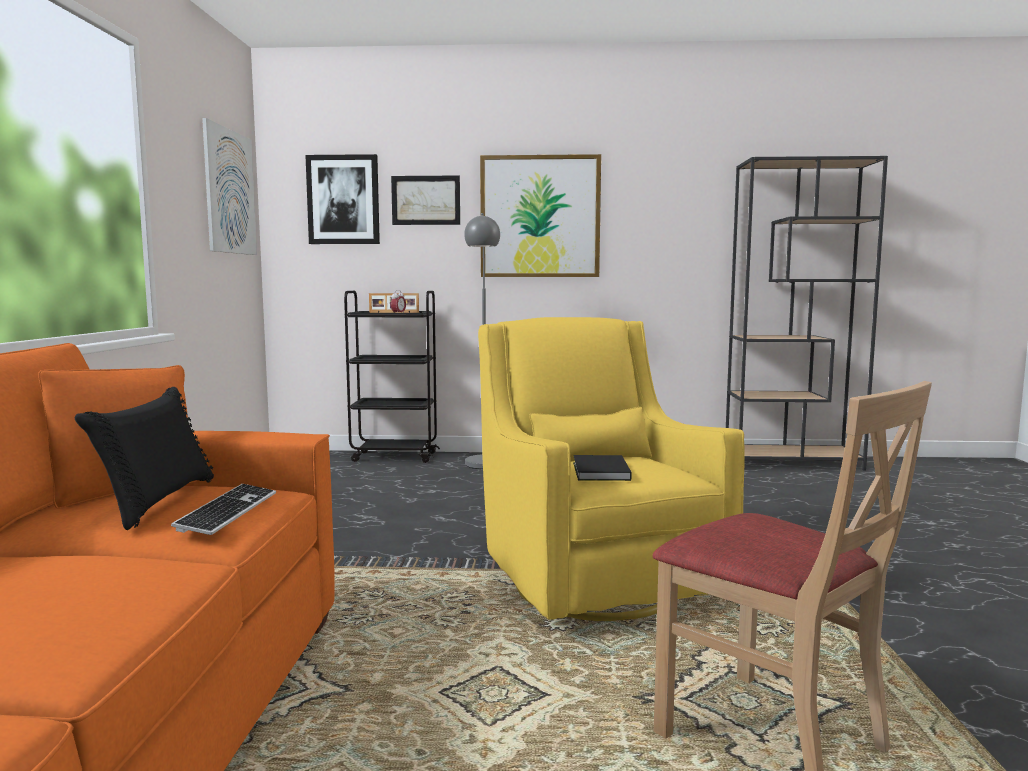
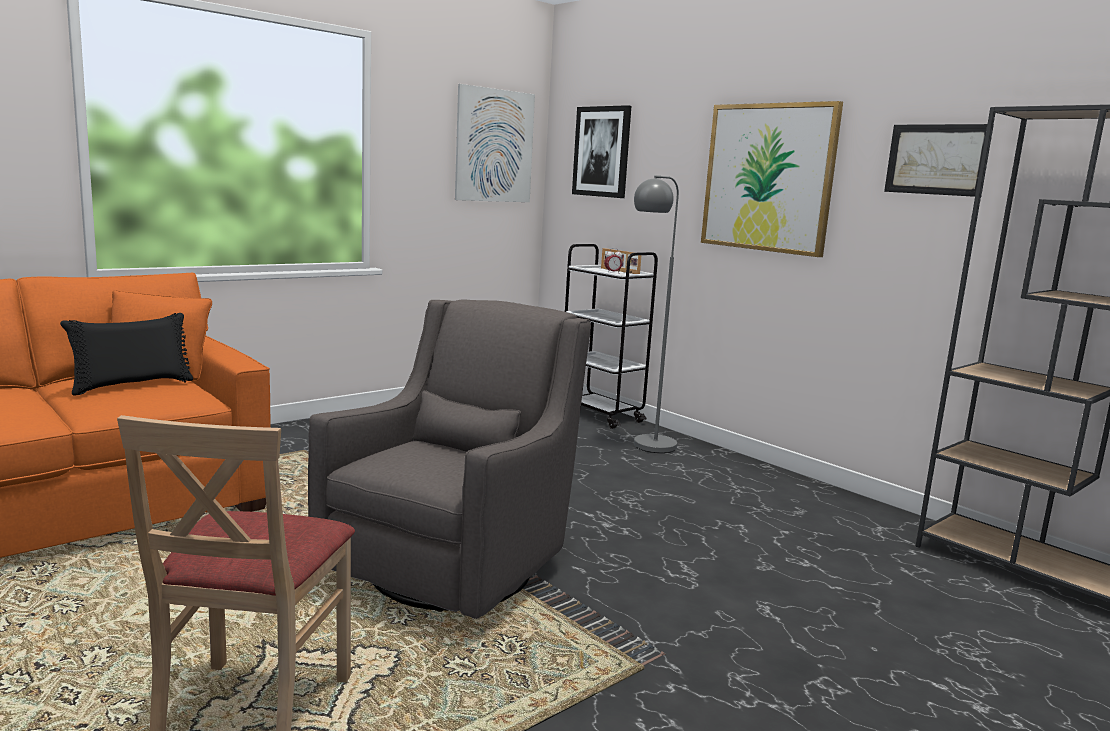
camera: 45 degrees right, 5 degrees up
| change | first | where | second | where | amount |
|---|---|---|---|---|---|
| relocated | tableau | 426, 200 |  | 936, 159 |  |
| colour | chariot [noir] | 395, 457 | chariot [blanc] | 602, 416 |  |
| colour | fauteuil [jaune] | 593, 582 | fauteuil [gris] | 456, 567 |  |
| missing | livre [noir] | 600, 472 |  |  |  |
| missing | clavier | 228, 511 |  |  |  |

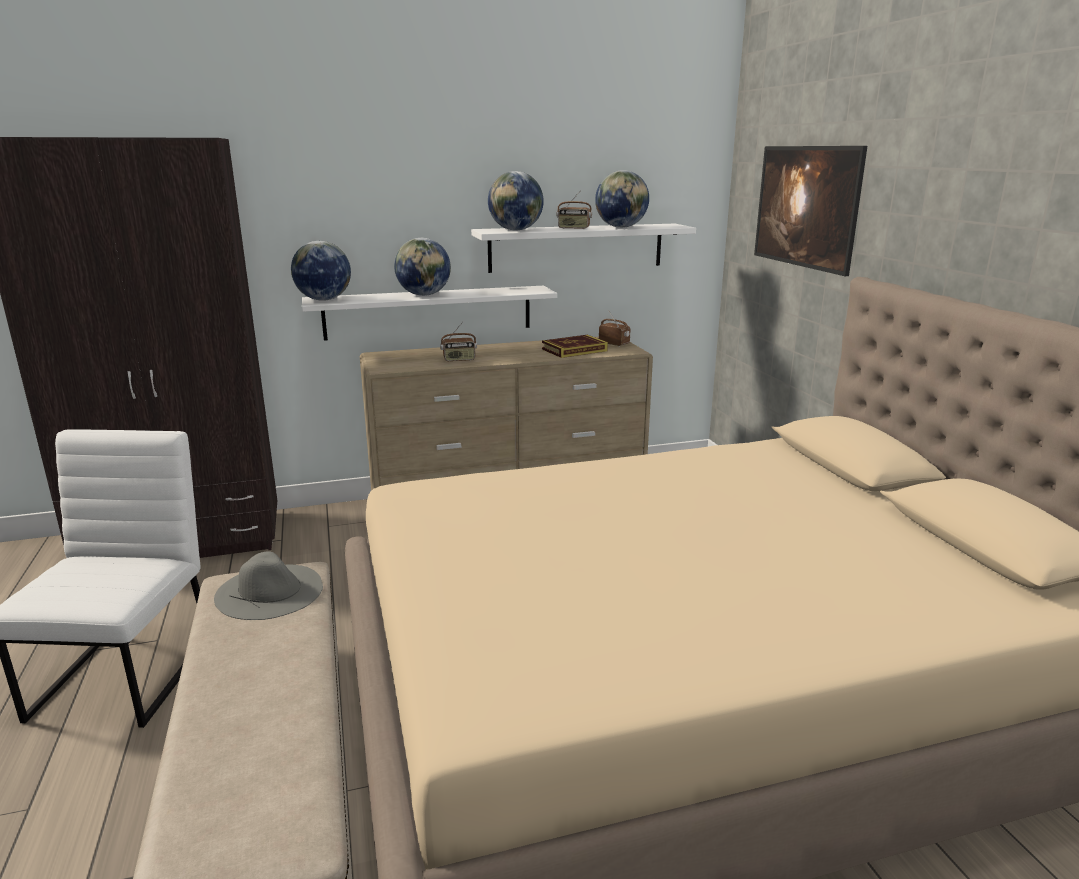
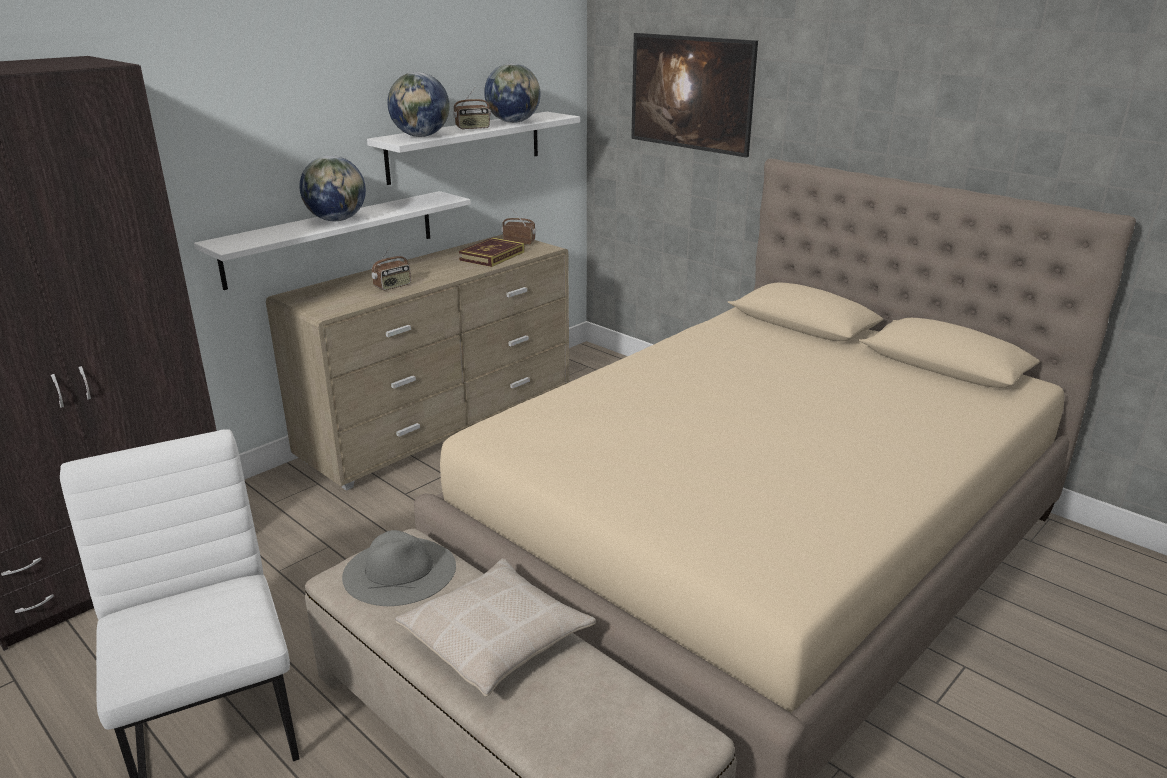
camera: 30 degrees left, 5 degrees up
| change | first | where | second | where | amount |
|---|---|---|---|---|---|
| missing | globe | 323, 300 |  |  |  |
| appeared |  |  | coussin [beige] | 496, 638 |  |

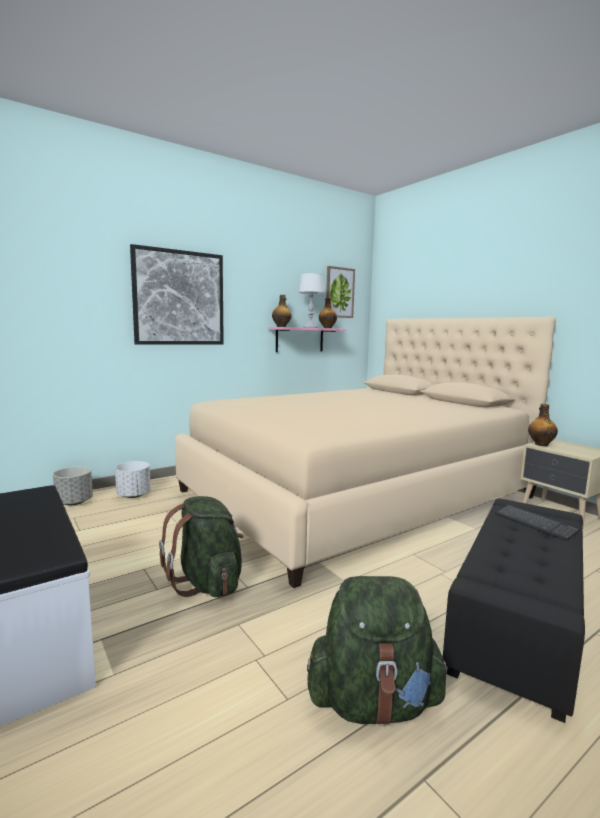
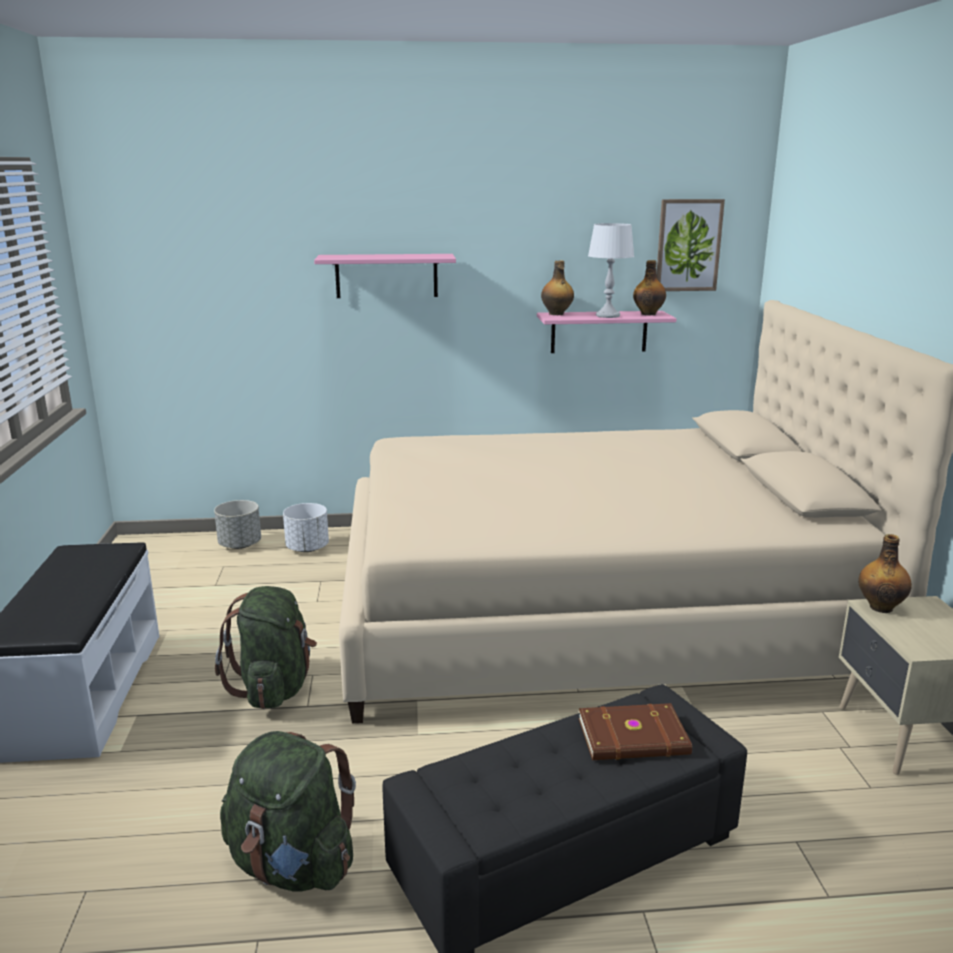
camera: 30 degrees right, 10 degrees up
| change | first | where | second | where | amount |
|---|---|---|---|---|---|
| exchanged | tableau | 179, 298 | étagère [rose] | 386, 276 |  |
| exchanged | clavier | 535, 523 | livre [marron] | 634, 738 |  |

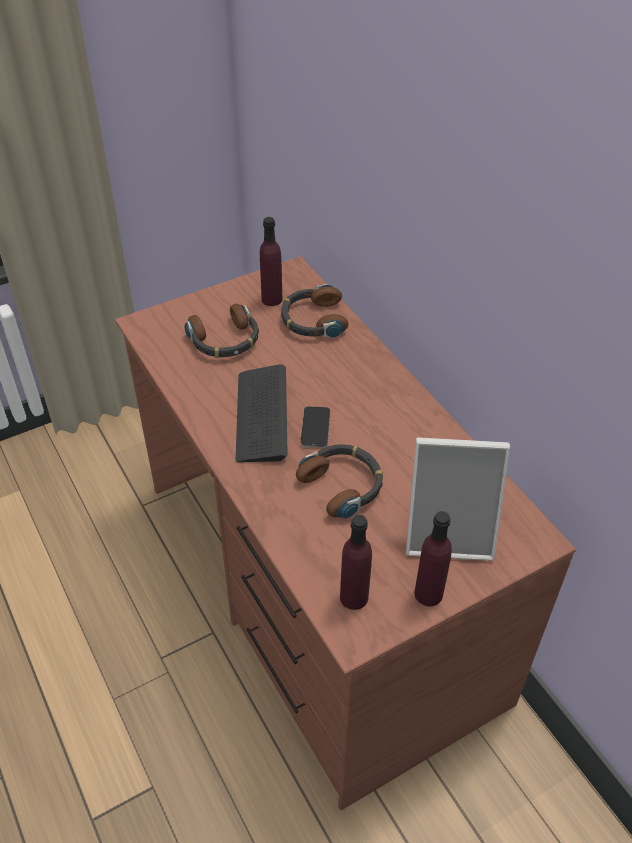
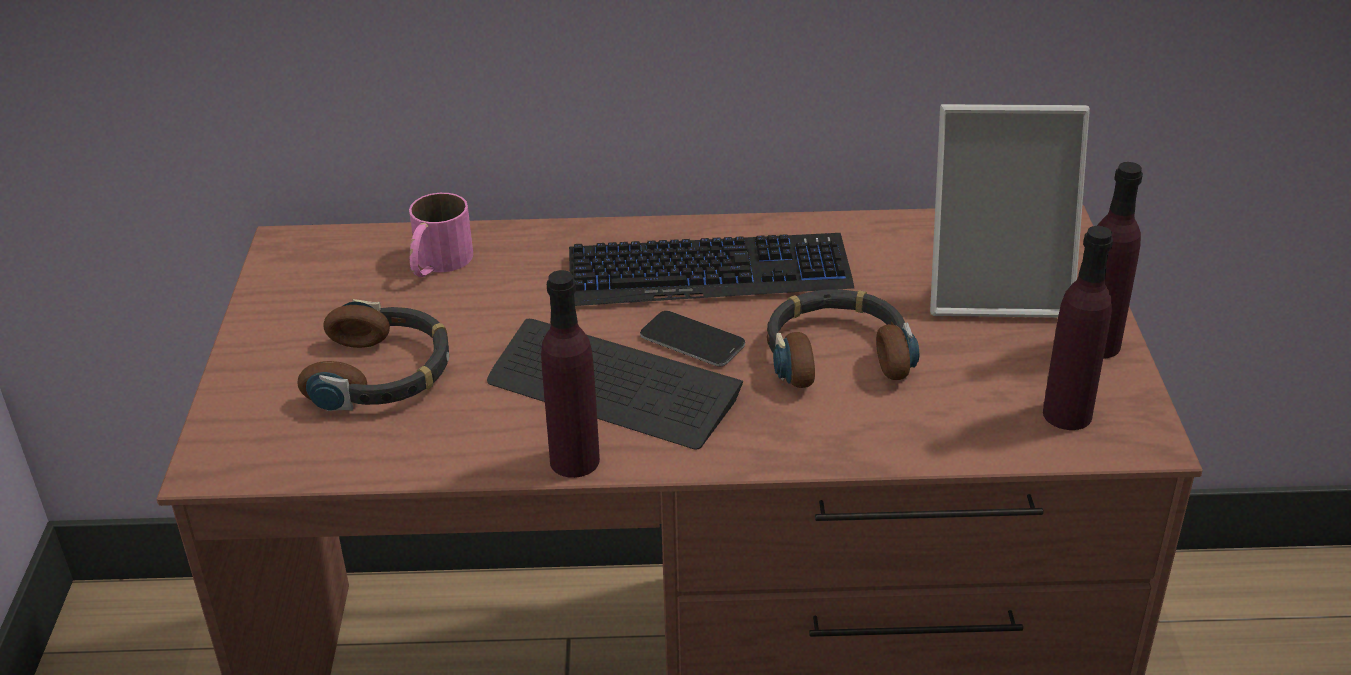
camera: 60 degrees left, 10 degrees down
| change | first | where | second | where | amount |
|---|---|---|---|---|---|
| relocated | bouteille [violet] | 272, 299 |  | 574, 460 |  |
| exchanged | casque audio | 313, 320 | mug [rose] | 437, 264 |  |
| spun | cadre photo | 449, 533 |  | 997, 289 | 60 degrees clockwise |
| appeared |  |  | clavier | 709, 273 |  |

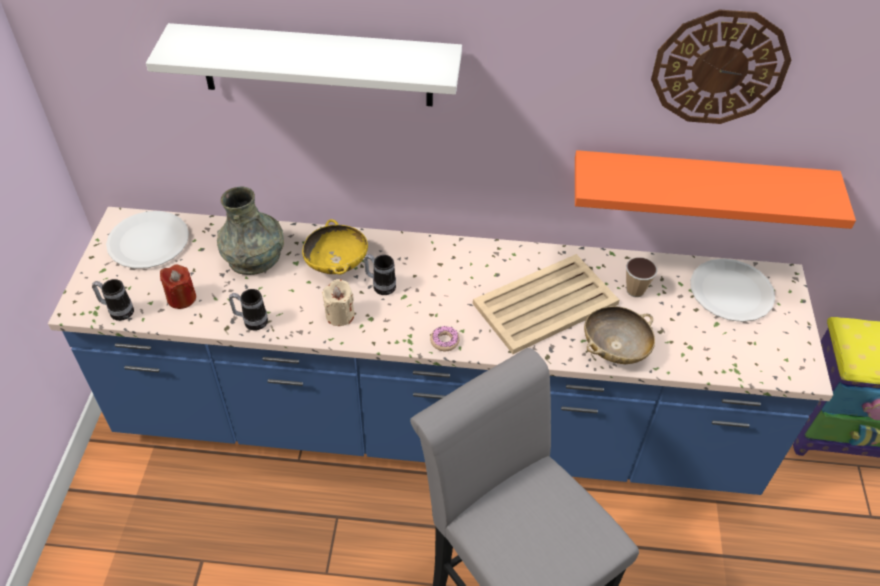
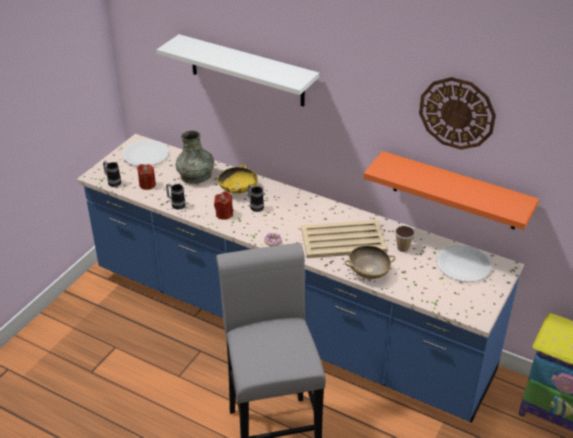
camera: 25 degrees right, 10 degrees down
| change | first | where | second | where | amount |
|---|---|---|---|---|---|
| colour | bougie [beige] | 340, 315 | bougie [rouge] | 224, 214 |  |

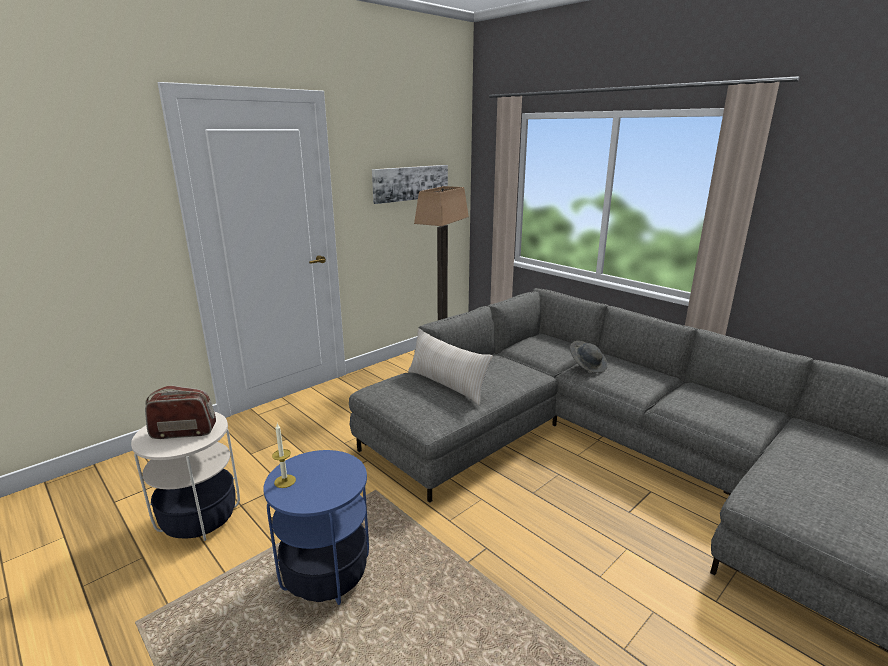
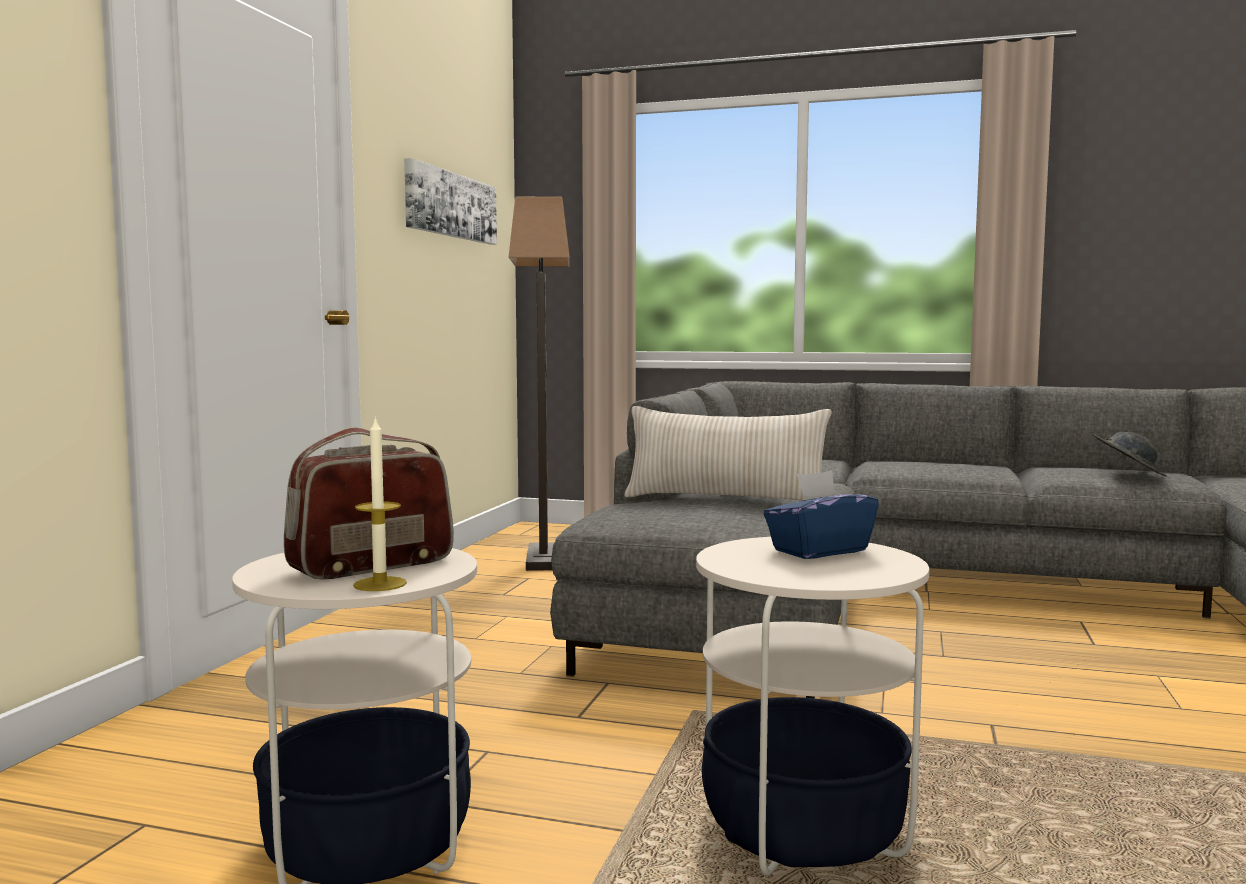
camera: 30 degrees left, 15 degrees down
| change | first | where | second | where | amount |
|---|---|---|---|---|---|
| relocated | chapeau [gris] | 587, 366 |  | 1127, 474 |  |
| relocated | bougie | 285, 481 |  | 380, 584 |  |
| colour | table d'appoint [bleu] | 326, 576 | table d'appoint [beige] | 804, 834 |  |
| appeared |  |  | boîte à mouchoirs [bleu] | 819, 550 |  |

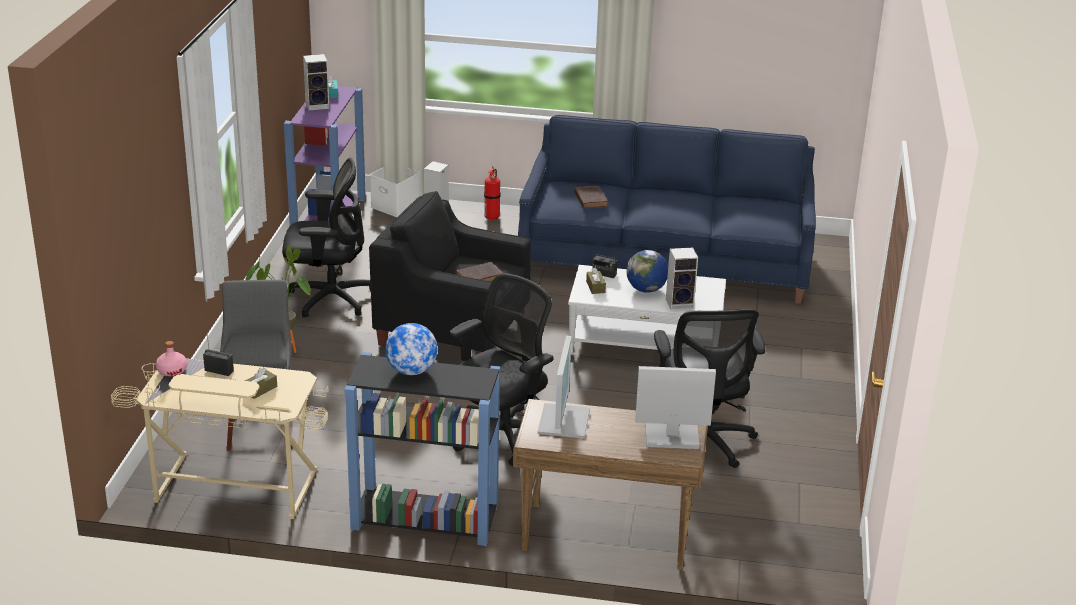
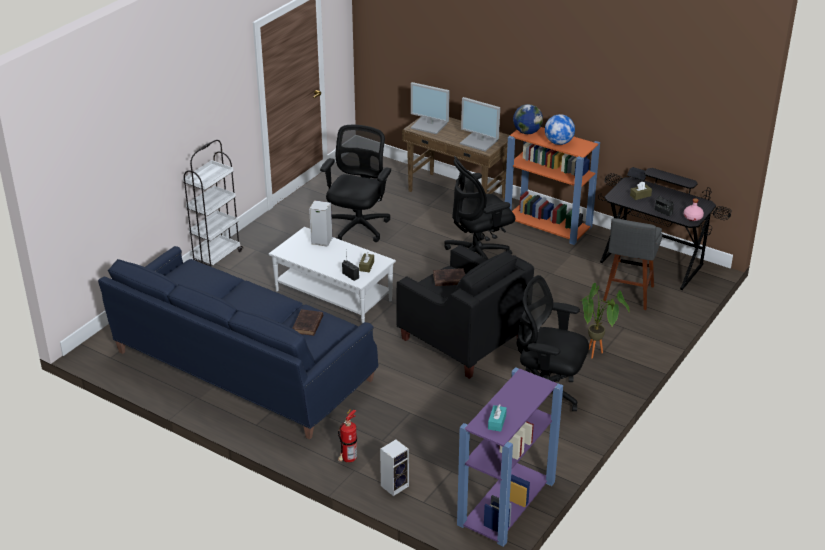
camera: 155 degrees left, 5 degrees up
| change | first | where | second | where | amount |
|---|---|---|---|---|---|
| missing | enceinte | 318, 105 |  |  |  |
| missing | boîte de rangement [blanc] | 394, 206 |  |  |  |
| relocated | globe | 646, 290 |  | 527, 132 |  |
| spun | écran d'ordinateur | 563, 420 |  | 479, 142 | 90 degrees counterclockwise |
| colour | bibliothèque [noir] | 424, 516 | bibliothèque [orange] | 548, 224 |  |
| colour | bureau [beige] | 234, 488 | bureau [noir] | 653, 262 |  |
| appeared |  |  | chariot [blanc] | 217, 259 |  |

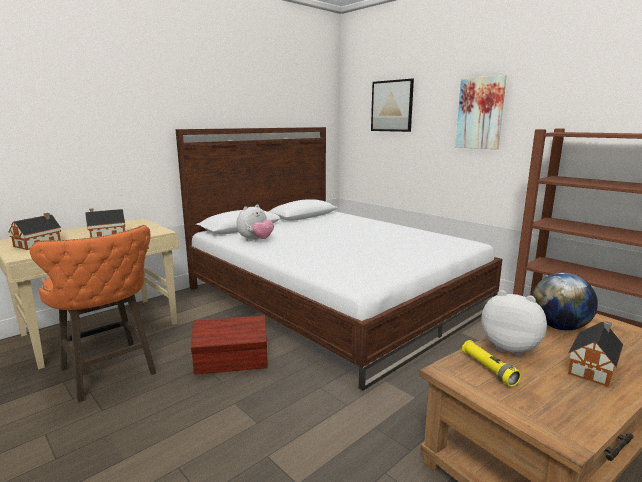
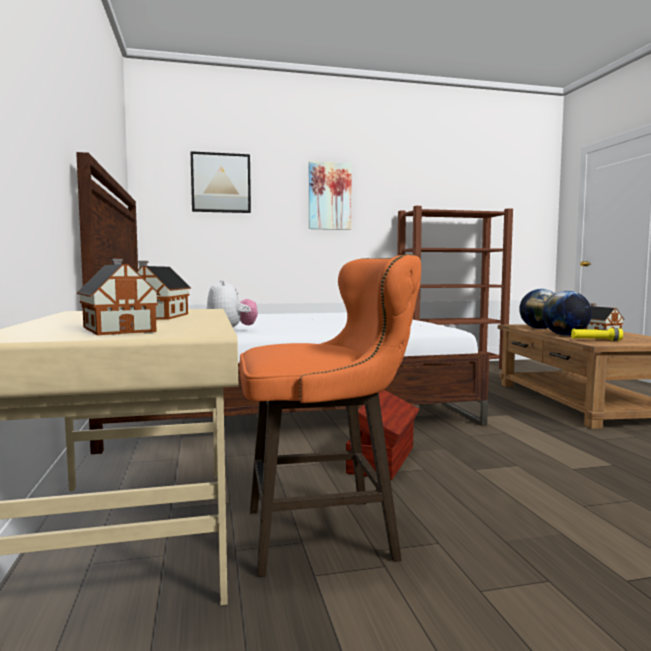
camera: 60 degrees left, 10 degrees down
| change | first | where | second | where | amount |
|---|---|---|---|---|---|
| exchanged | peluche | 510, 347 | globe | 565, 335 |  |

